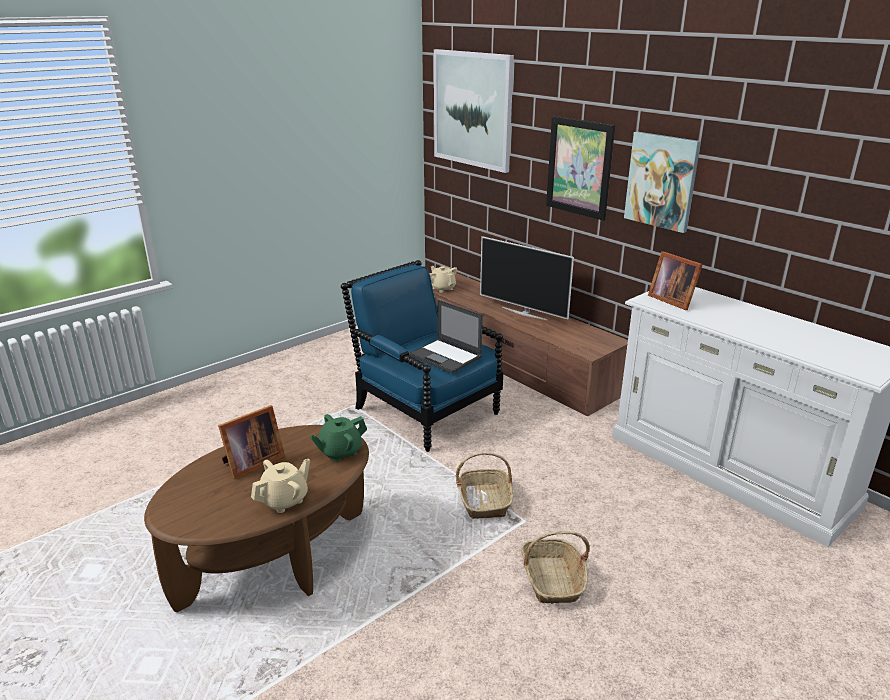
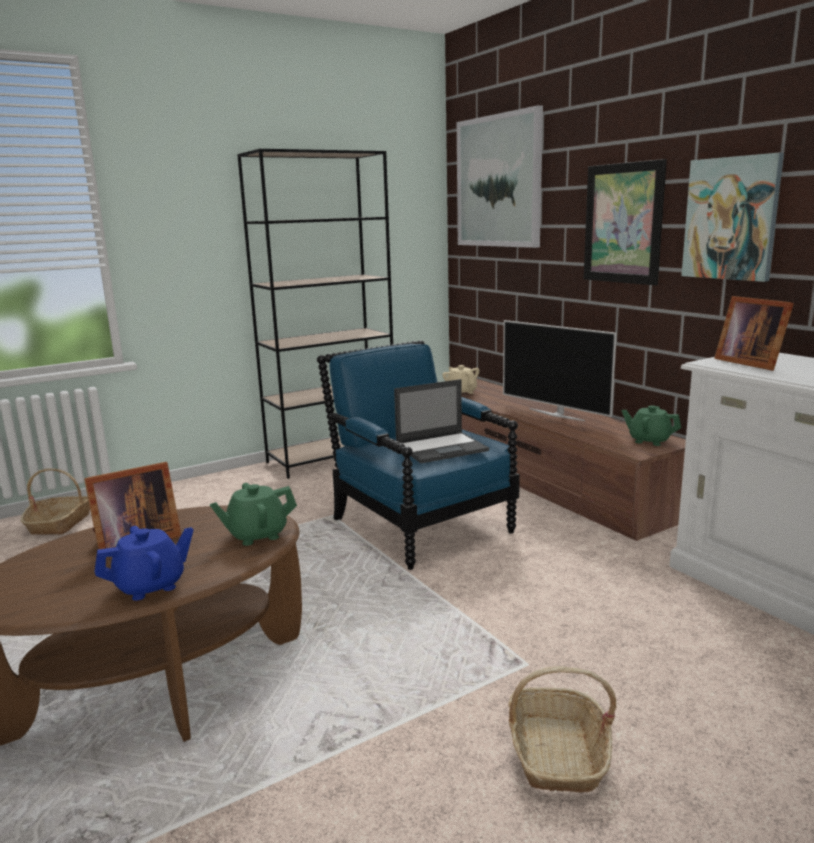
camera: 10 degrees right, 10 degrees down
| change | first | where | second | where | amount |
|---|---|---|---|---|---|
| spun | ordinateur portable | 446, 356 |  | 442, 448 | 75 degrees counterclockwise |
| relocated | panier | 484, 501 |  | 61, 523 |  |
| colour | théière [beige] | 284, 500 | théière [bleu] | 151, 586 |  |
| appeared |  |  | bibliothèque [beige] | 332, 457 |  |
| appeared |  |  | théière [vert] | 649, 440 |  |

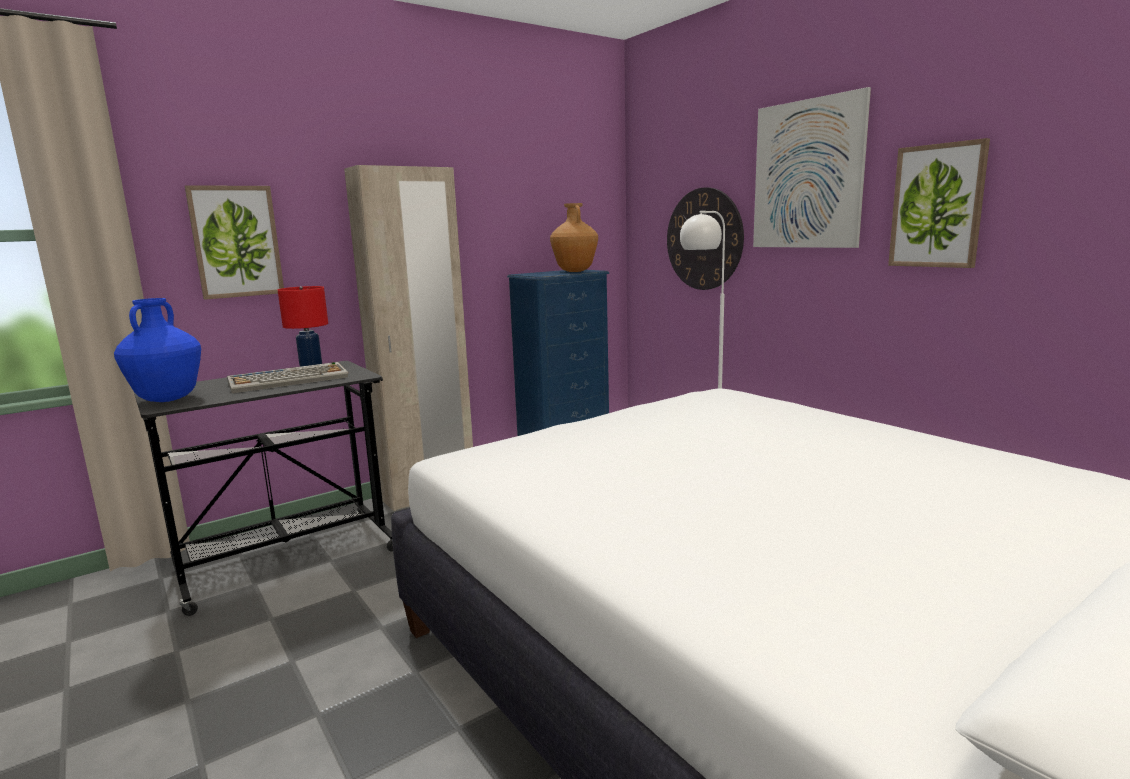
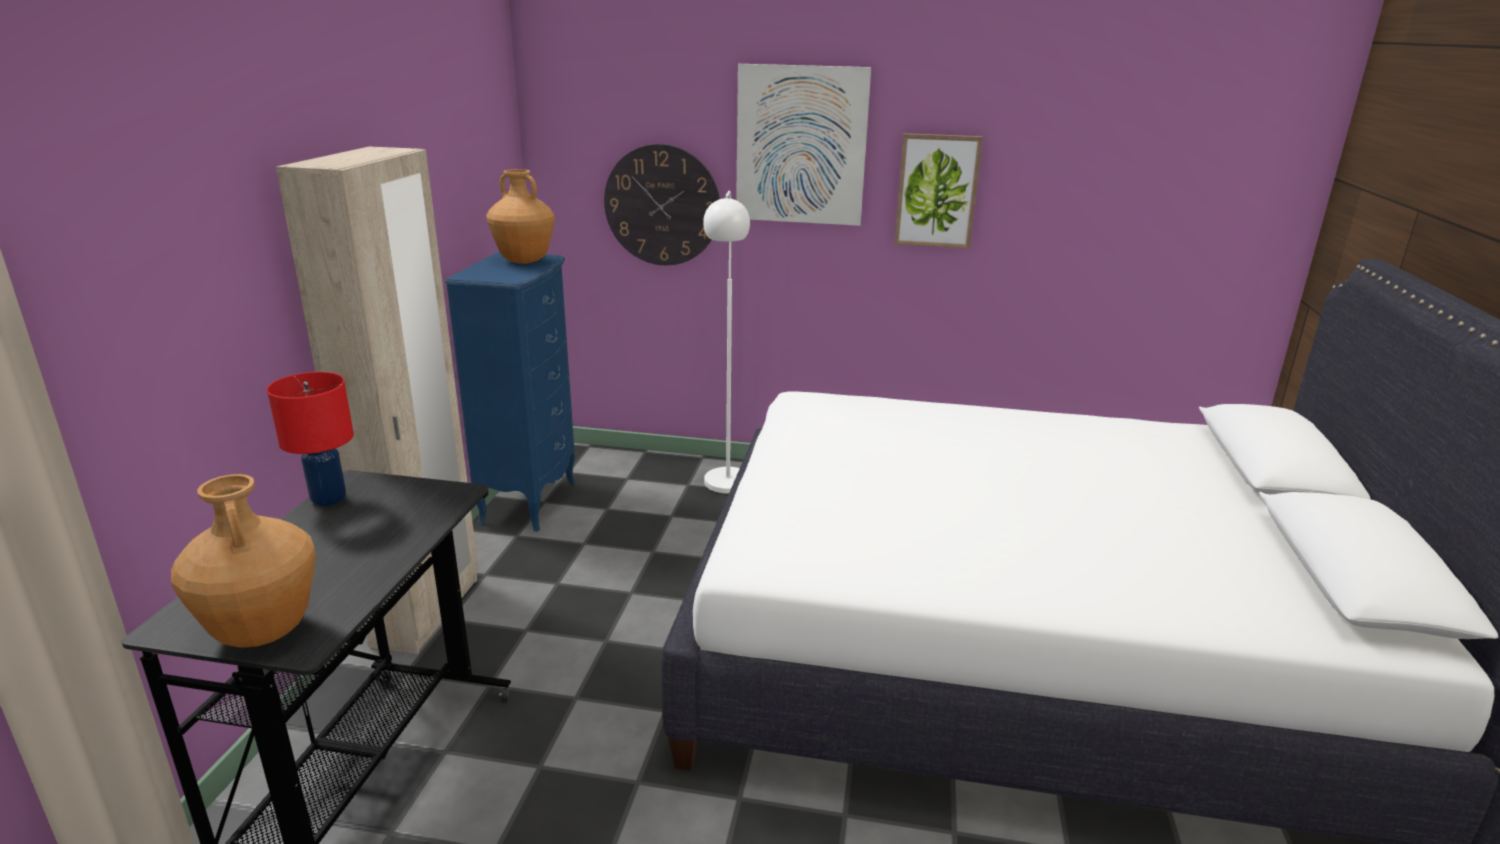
camera: 45 degrees left, 10 degrees up
| change | first | where | second | where | amount |
|---|---|---|---|---|---|
| missing | tableau | 236, 242 |  |  |  |
| colour | vase [bleu] | 167, 399 | vase [marron] | 262, 633 |  |
| missing | clavier | 290, 380 |  |  |  |

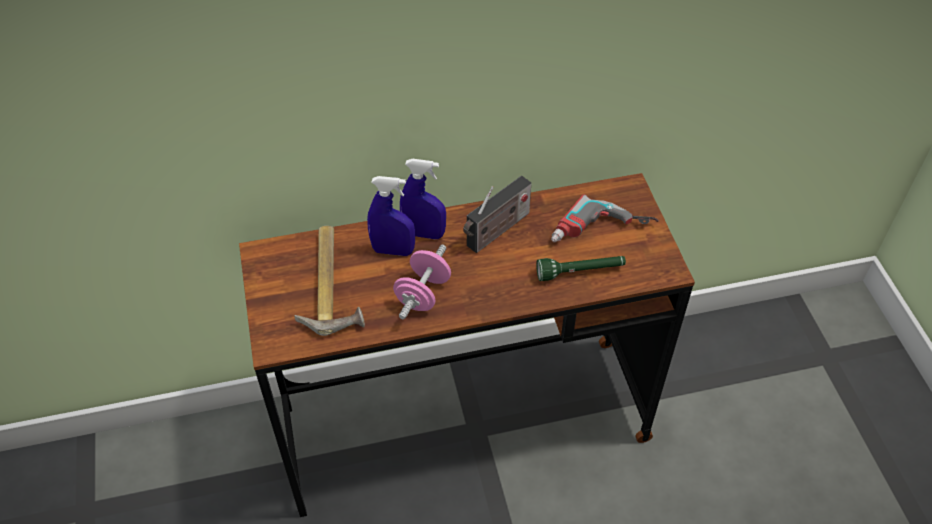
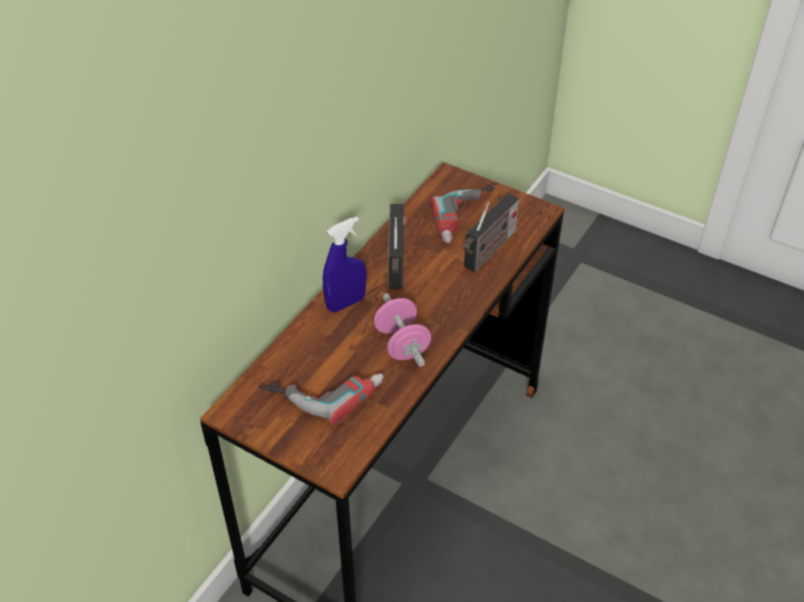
camera: 45 degrees left, 5 degrees down
| change | first | where | second | where | amount |
|---|---|---|---|---|---|
| missing | vaporisateur [bleu] | 393, 250 |  |  |  |
| exchanged | marteau | 333, 284 | perceuse | 323, 388 |  |
| exchanged | lampe de poche [vert] | 580, 272 | radio | 489, 251 |  |

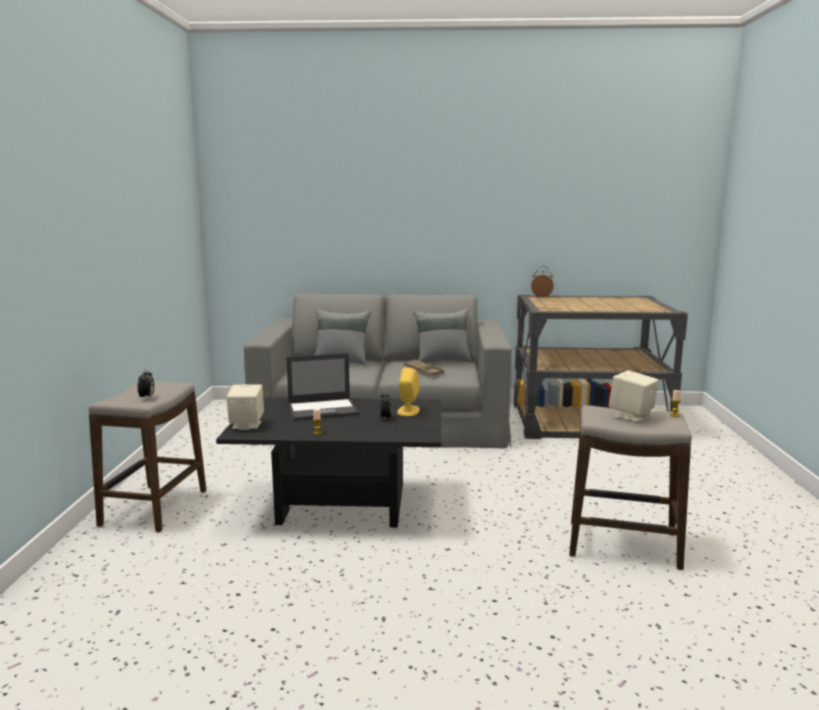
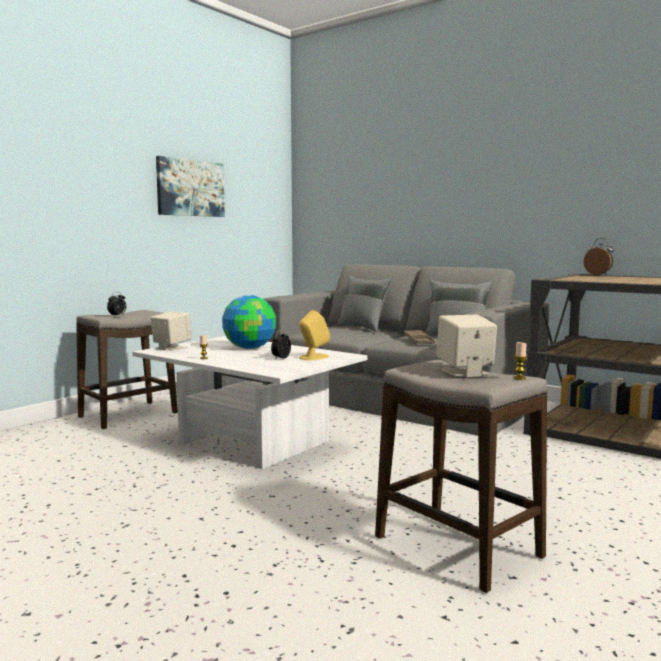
camera: 35 degrees right, 5 degrees down
| change | first | where | second | where | amount |
|---|---|---|---|---|---|
| exchanged | ordinateur portable | 323, 410 | globe | 250, 348 |  |
| colour | table basse [noir] | 340, 505 | table basse [blanc] | 249, 443 |  |
| appeared |  |  | tableau | 190, 188 |  |

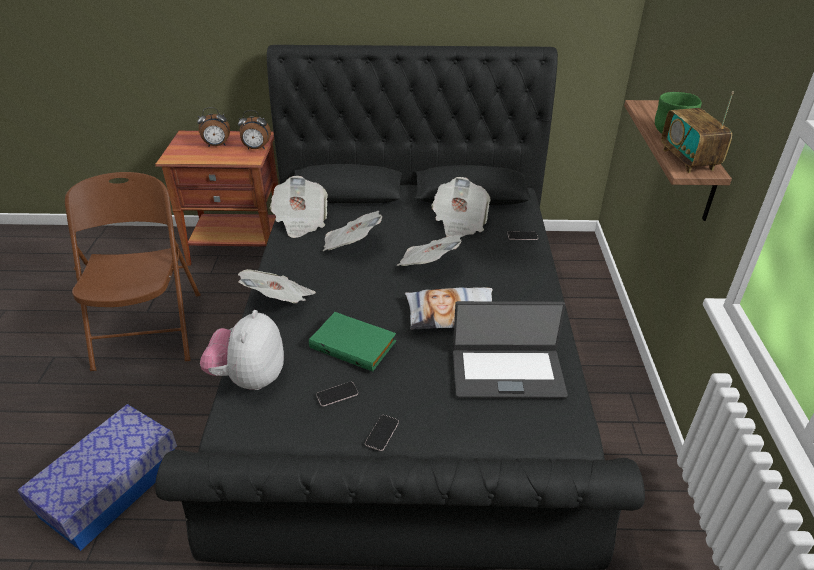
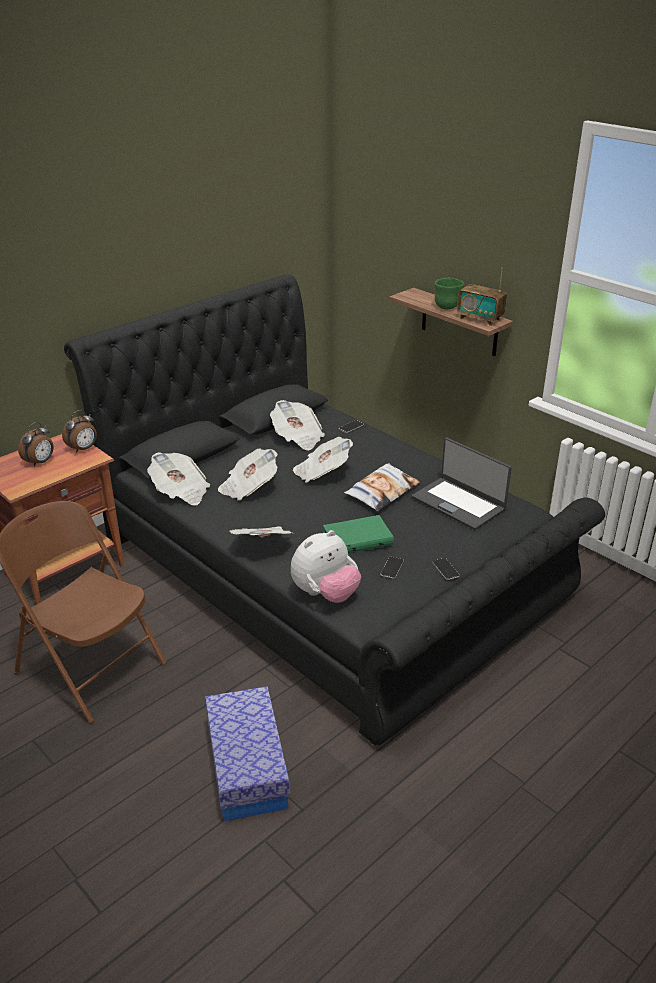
camera: 45 degrees left, 5 degrees down
| change | first | where | second | where | amount |
|---|---|---|---|---|---|
| spun | ordinateur portable | 507, 372 |  | 459, 503 | 90 degrees clockwise |
| spun | peluche | 249, 378 |  | 325, 594 | 90 degrees counterclockwise |

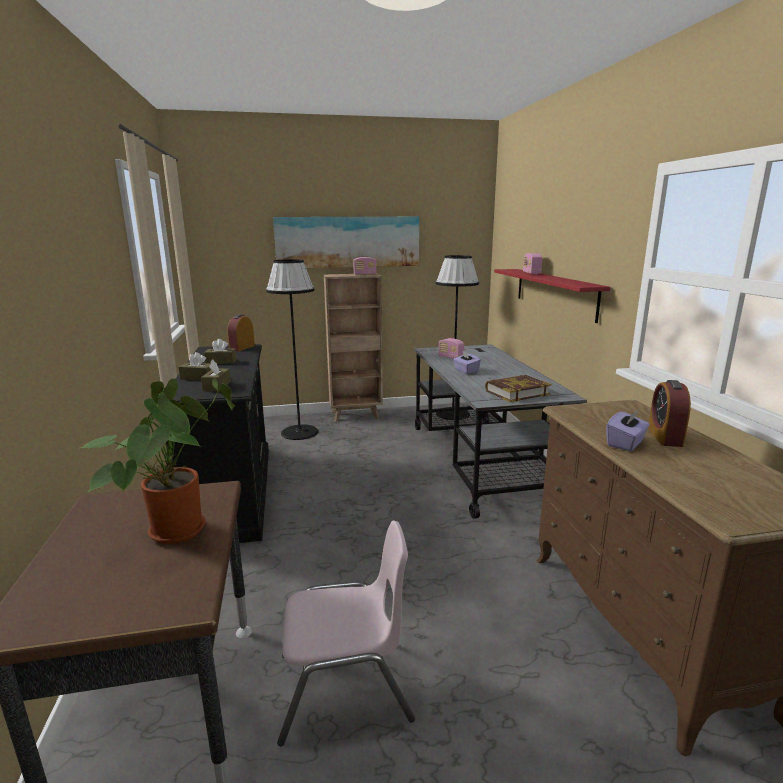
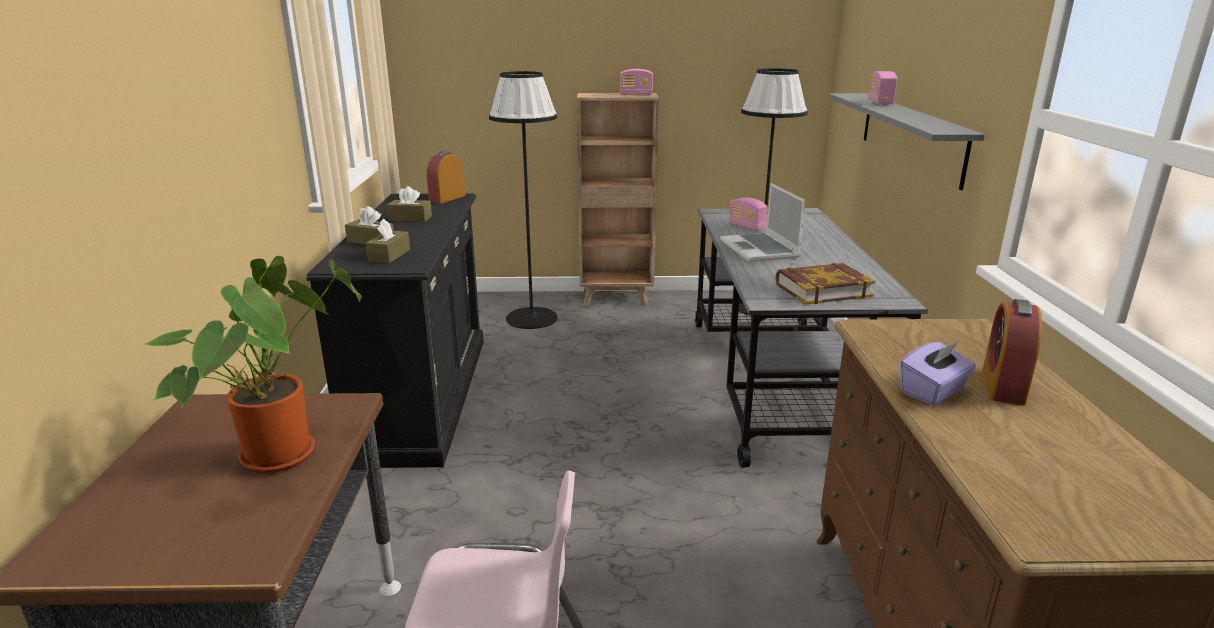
camera: 10 degrees right, 5 degrees up
| change | first | where | second | where | amount |
|---|---|---|---|---|---|
| missing | tableau | 348, 242 |  |  |  |
| colour | étagère [rouge] | 554, 292 | étagère [gris] | 910, 135 |  |
| exchanged | boîte à mouchoirs [violet] | 466, 371 | ordinateur portable | 760, 249 |  |

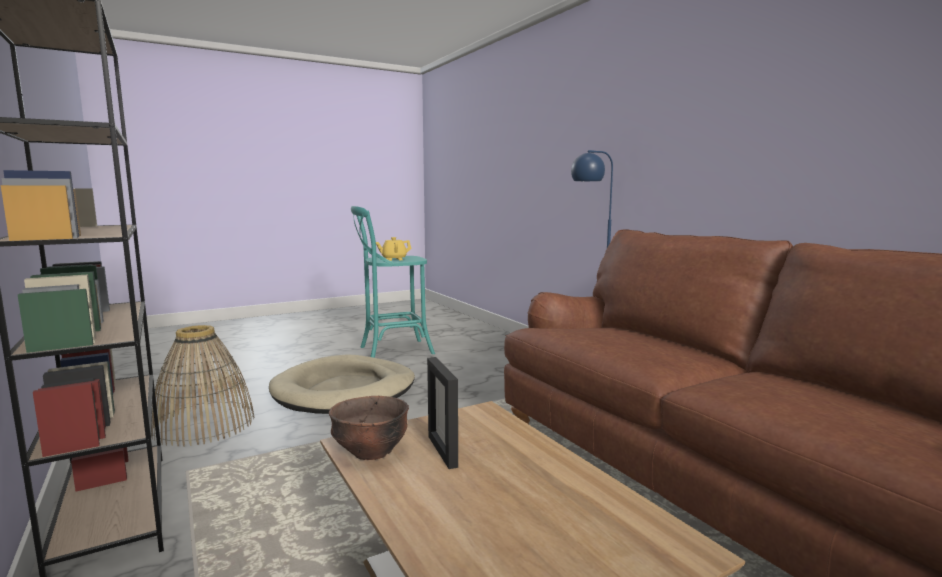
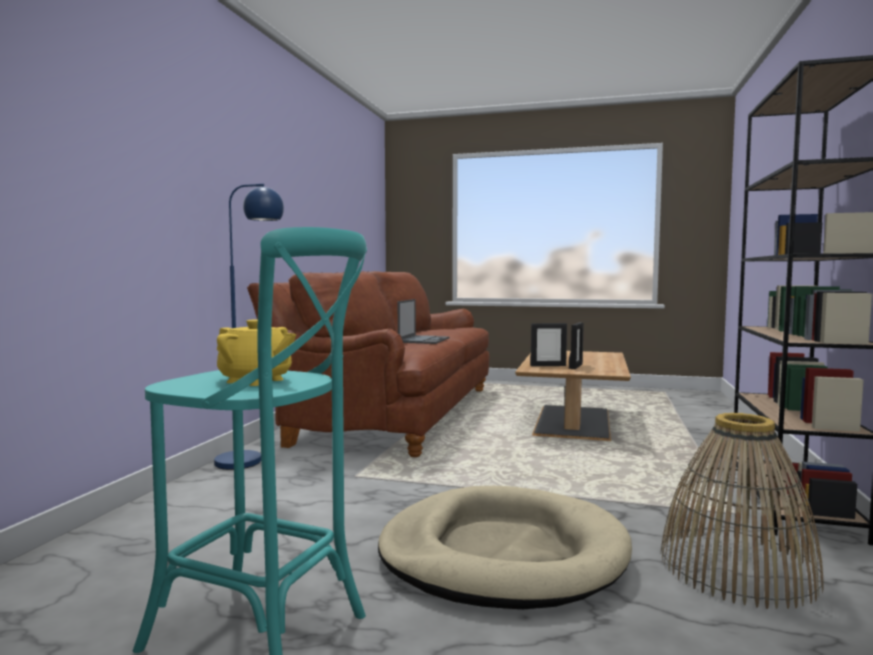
camera: 135 degrees left, 5 degrees down
| change | first | where | second | where | amount |
|---|---|---|---|---|---|
| missing | bol [marron] | 370, 451 |  |  |  |
| appeared |  |  | ordinateur portable | 424, 340 |  |
| appeared |  |  | cadre photo | 548, 365 |  |

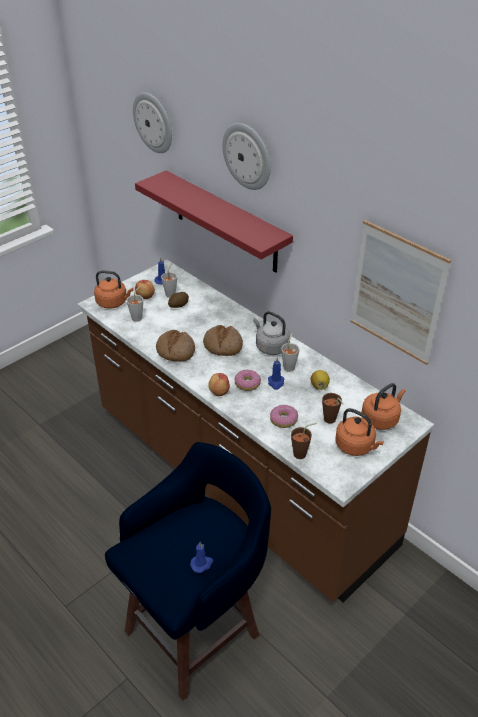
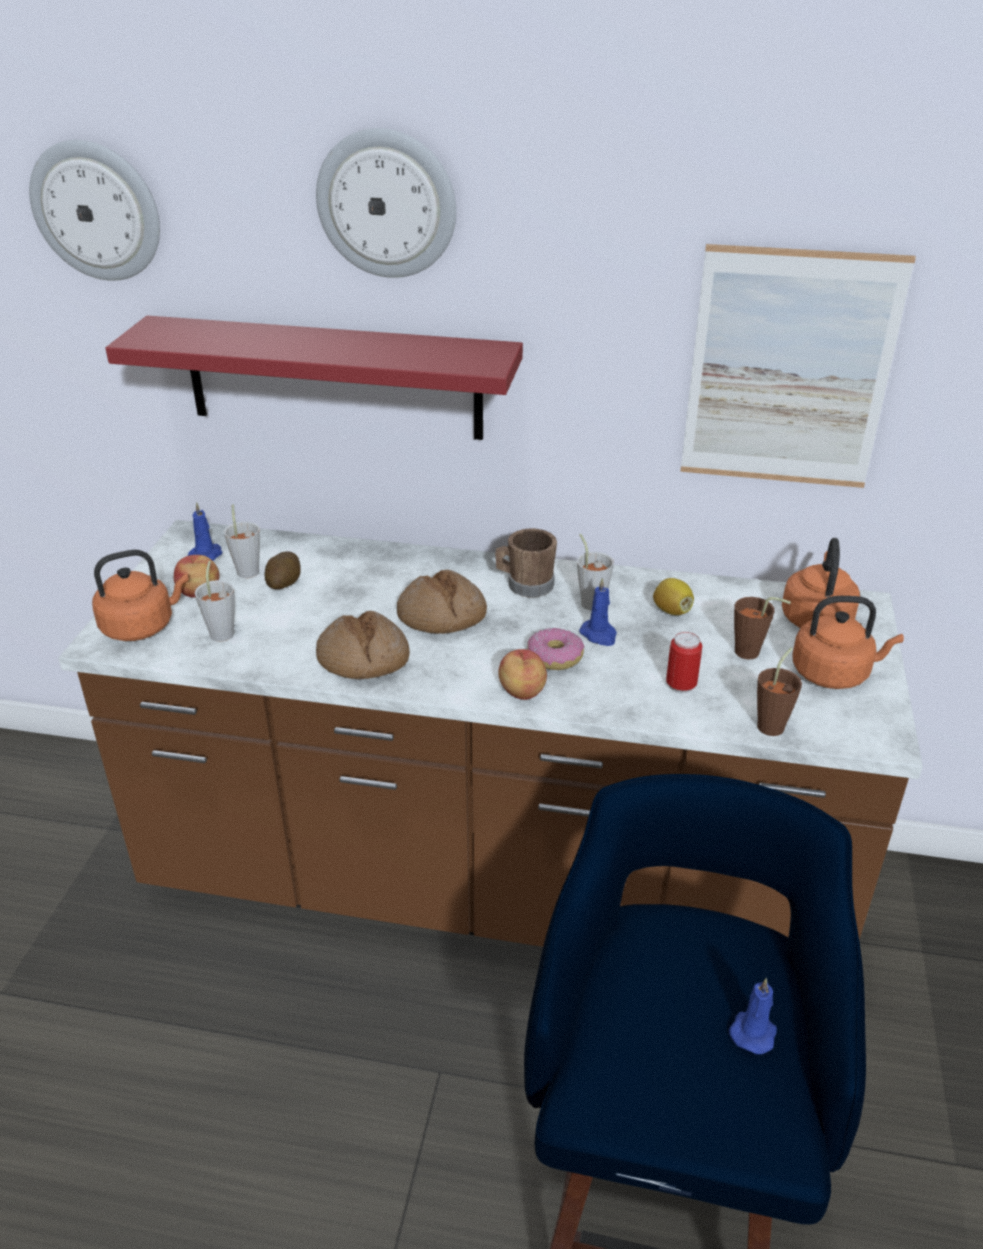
camera: 35 degrees left, 5 degrees down
| change | first | where | second | where | amount |
|---|---|---|---|---|---|
| exchanged | bouilloire [gris] | 270, 347 | mug [marron] | 525, 585 |  |
| exchanged | beignet | 283, 419 | boîte métallique | 681, 686 |  |

